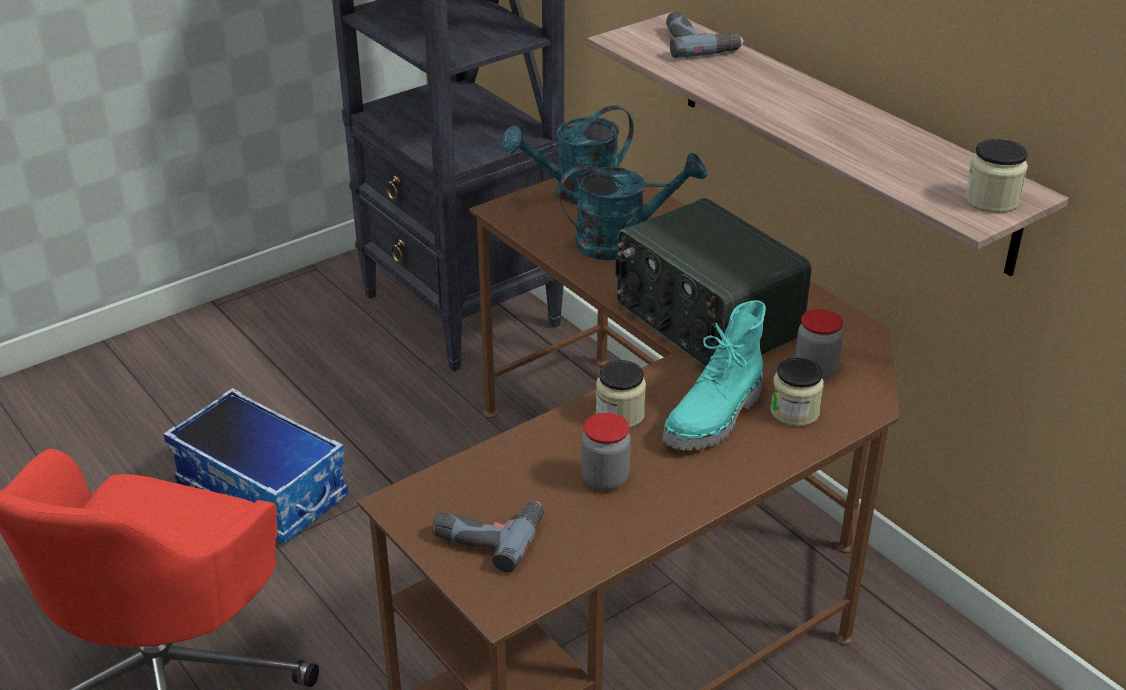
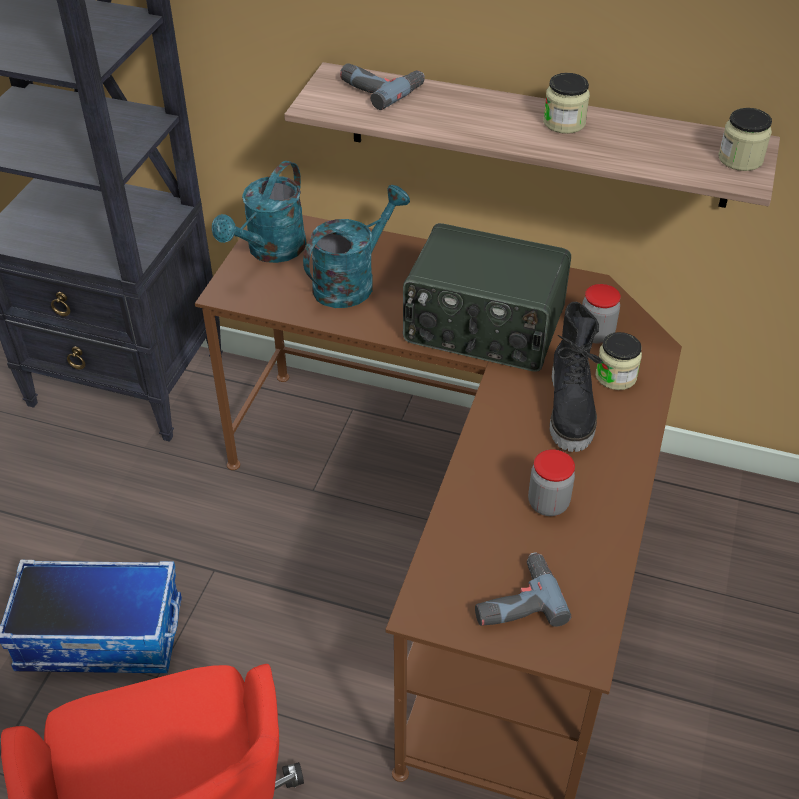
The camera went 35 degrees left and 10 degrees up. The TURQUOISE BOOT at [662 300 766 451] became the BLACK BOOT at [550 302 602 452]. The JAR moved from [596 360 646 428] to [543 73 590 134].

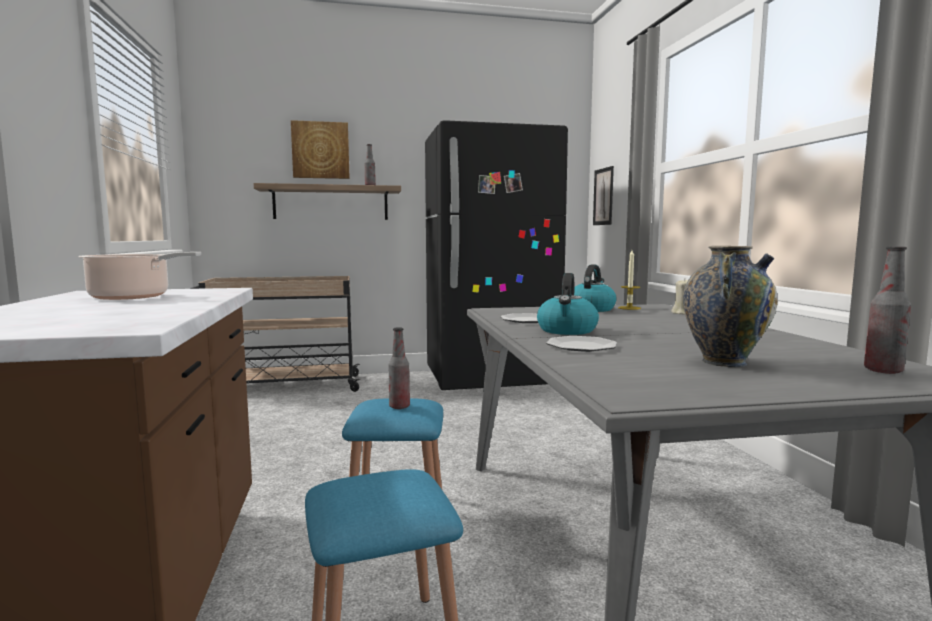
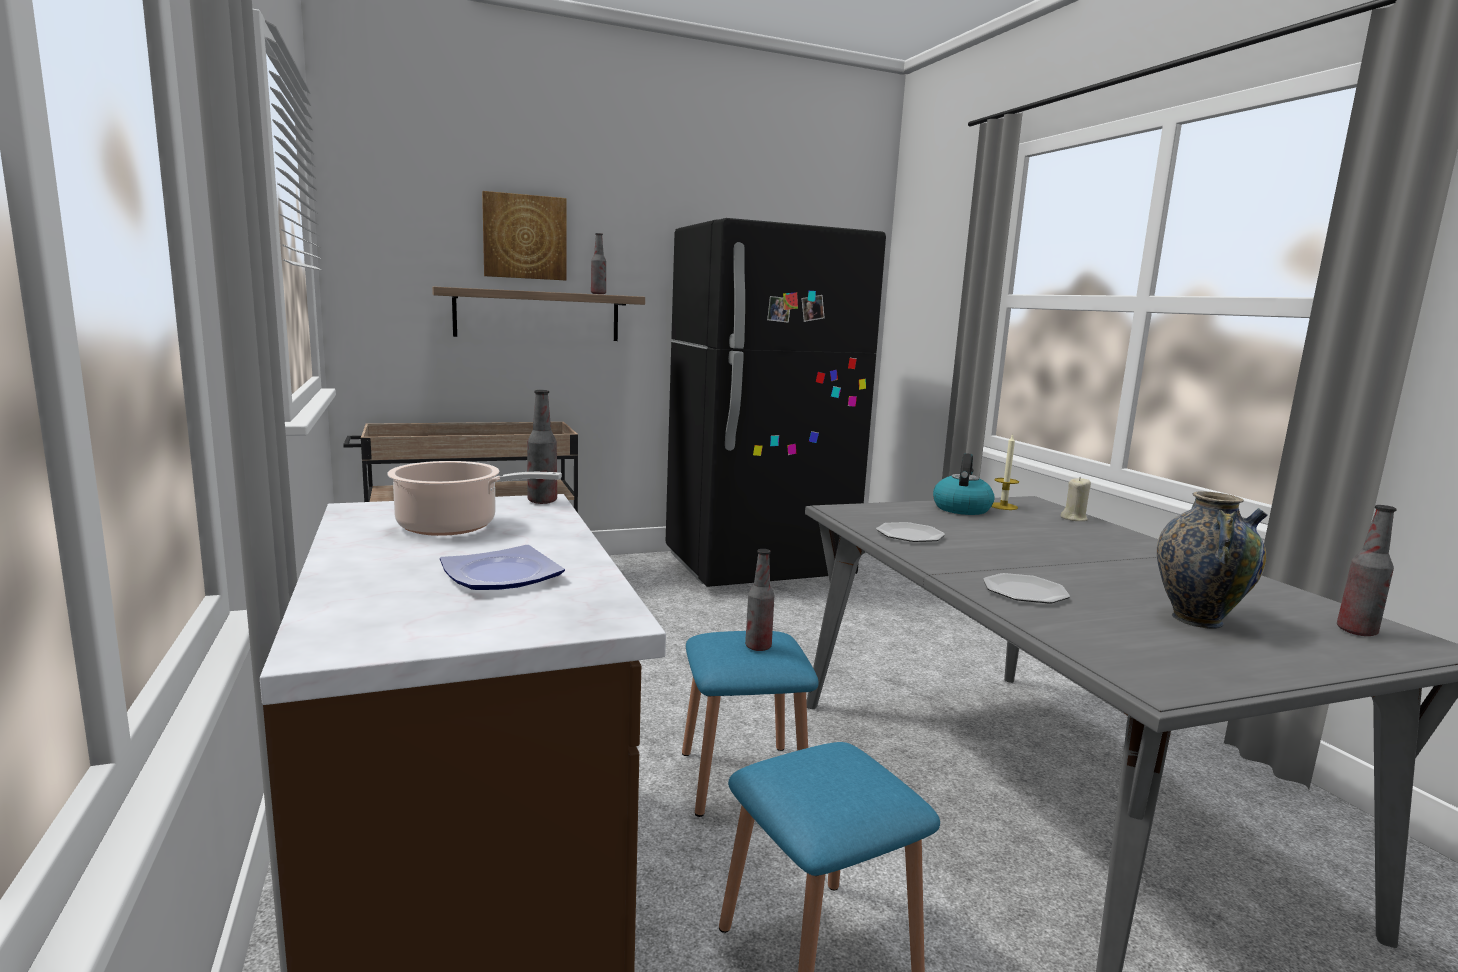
The camera went 10 degrees left and 5 degrees up. The PICTURE at [593 166 614 225] disappeared. The KETTLE at [537 273 599 335] disappeared. The BOTTLE at [527 390 557 504] appeared. The PLATE at [440 545 565 590] appeared.

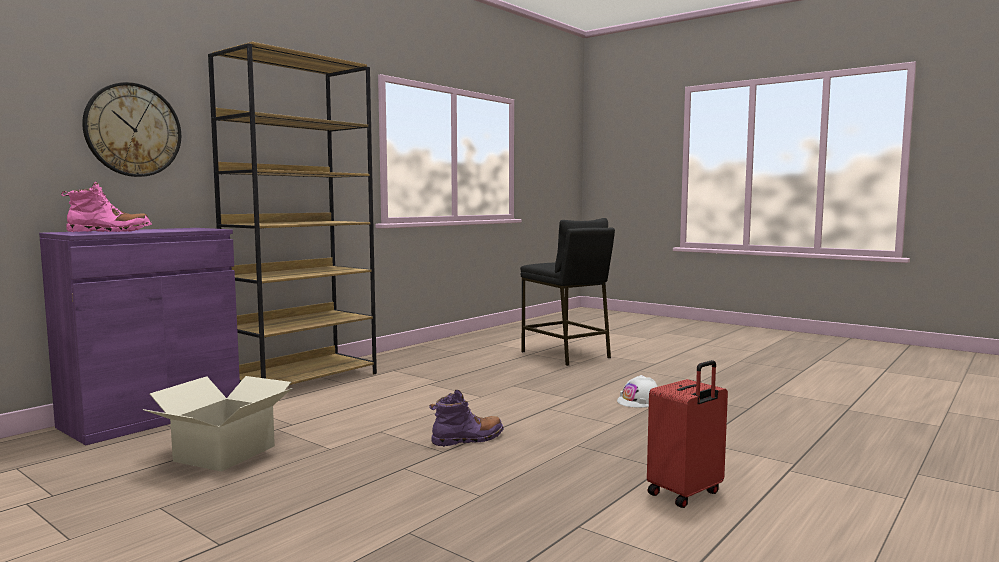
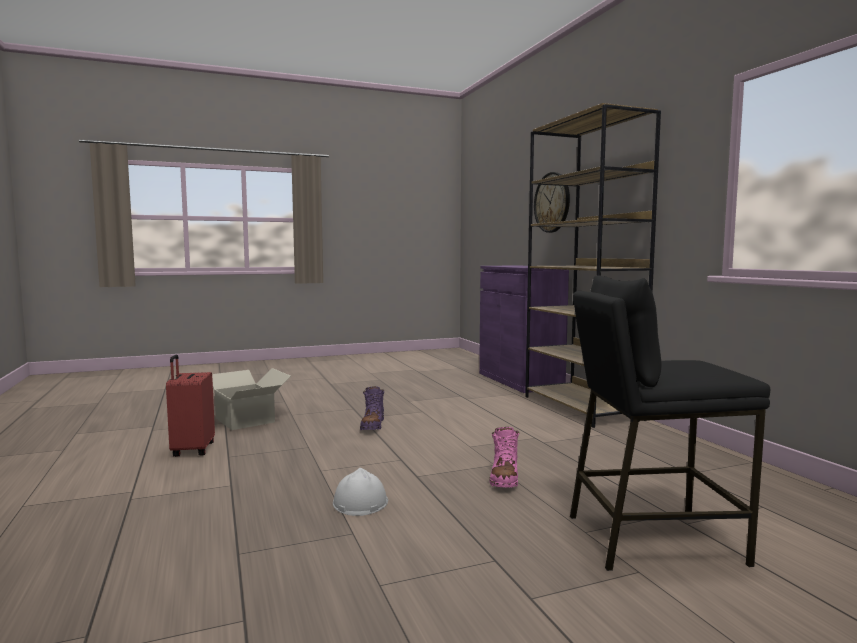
The camera went 120 degrees right and 0 degrees up. The PINK BOOT moved from [61 181 152 232] to [489 427 519 487]. The CARDBOARD BOX moved from [143 376 292 472] to [212 368 291 430].

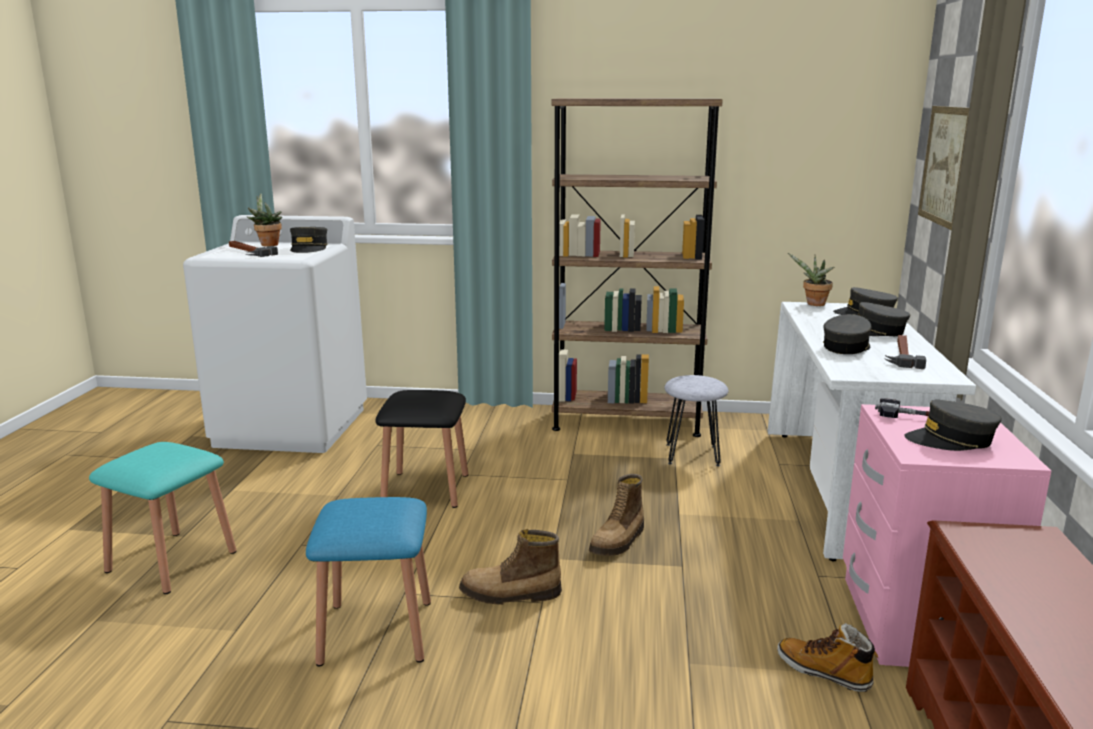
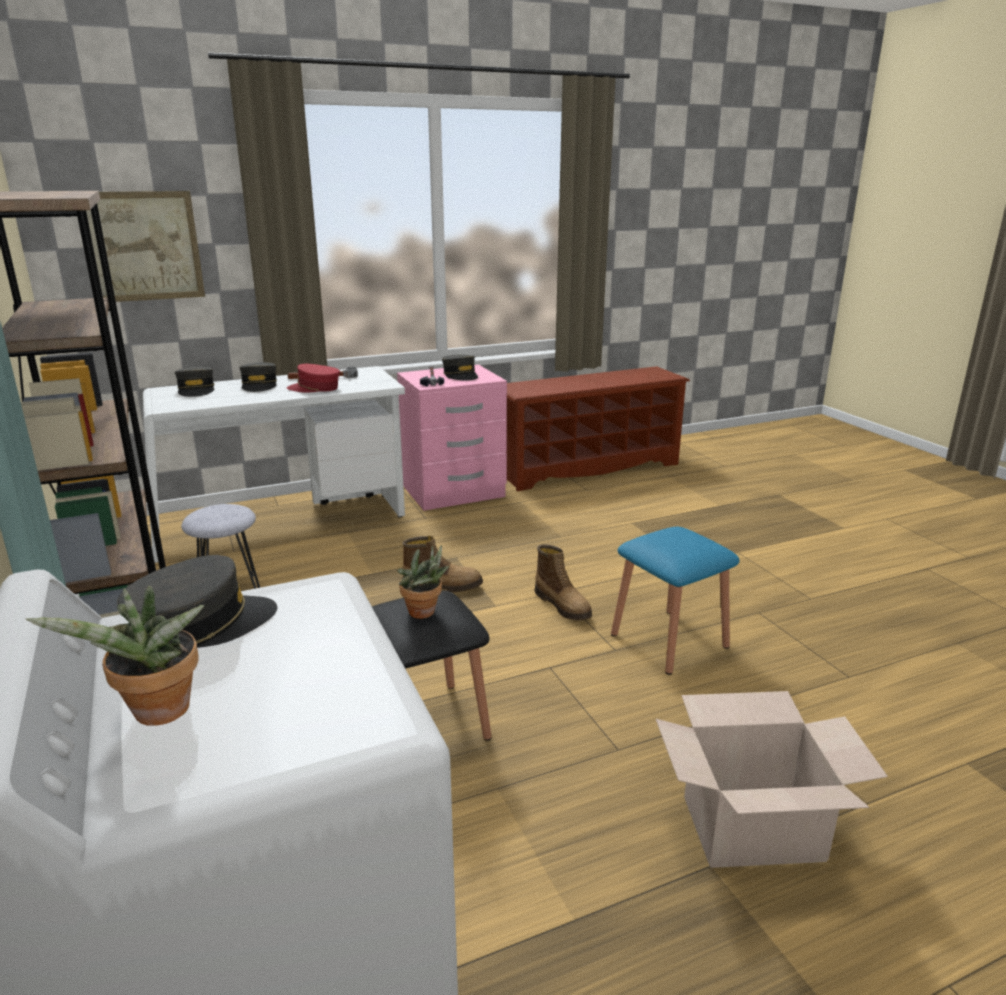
The camera went 120 degrees left and 5 degrees up. The HAMMER at [229 241 278 257] disappeared. The POTTED PLANT moved from [788 253 835 306] to [397 545 449 619]. The GREY CAP at [823 314 871 354] became the RED CAP at [287 364 340 393]. The TURQUOISE STOOL at [89 442 237 594] was replaced by the CARDBOARD BOX at [656 691 888 868]. The BOOT at [777 623 879 692] disappeared.

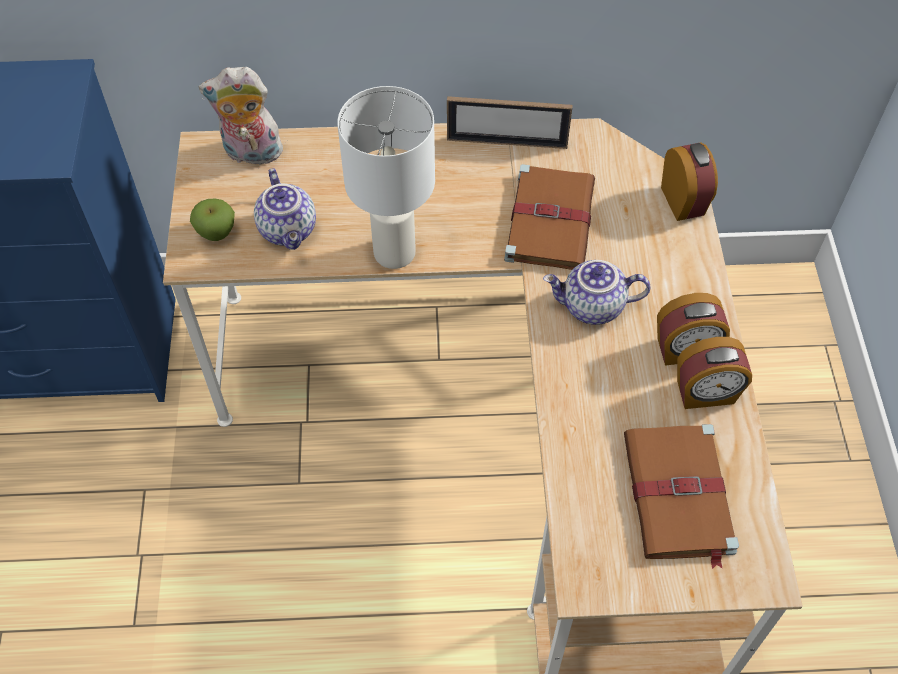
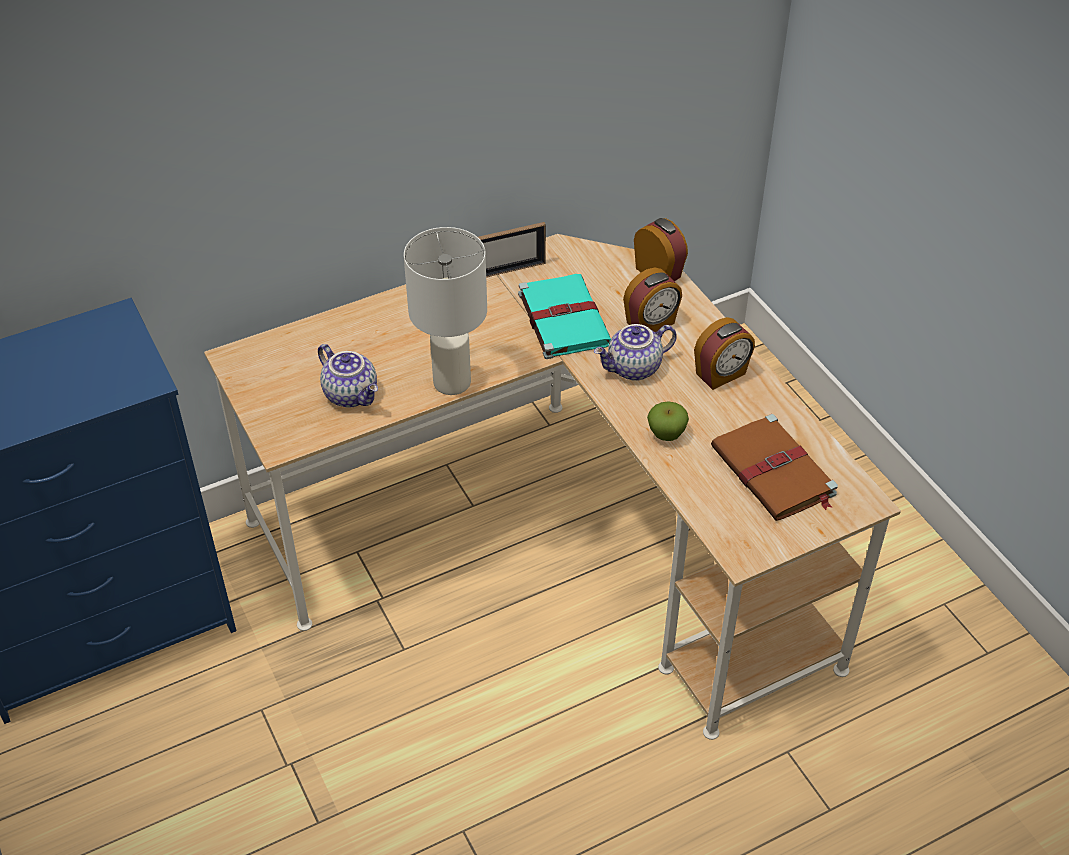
The camera went 25 degrees left and 10 degrees down. The PLUSH TOY at [199 67 285 165] disappeared. The BROWN BOOK at [504 164 595 270] became the TURQUOISE BOOK at [518 274 611 359]. The APPLE moved from [190 199 235 241] to [647 401 689 441]. The ALARM CLOCK moved from [677 337 752 409] to [623 267 682 332].

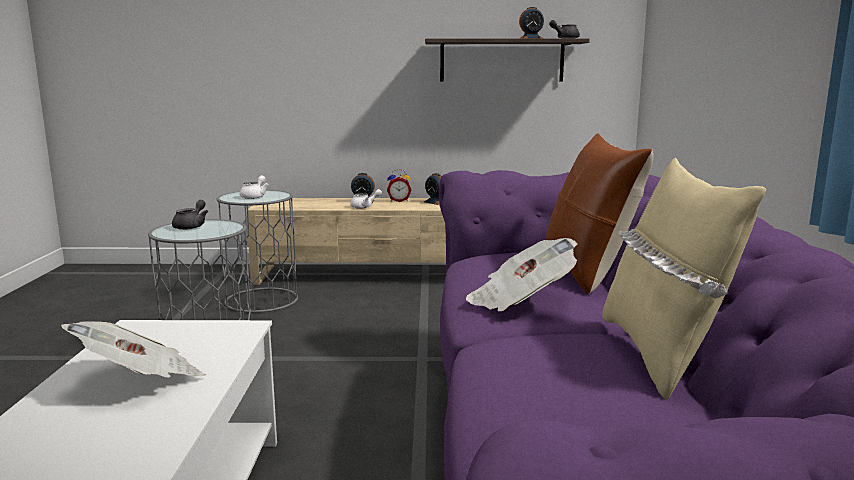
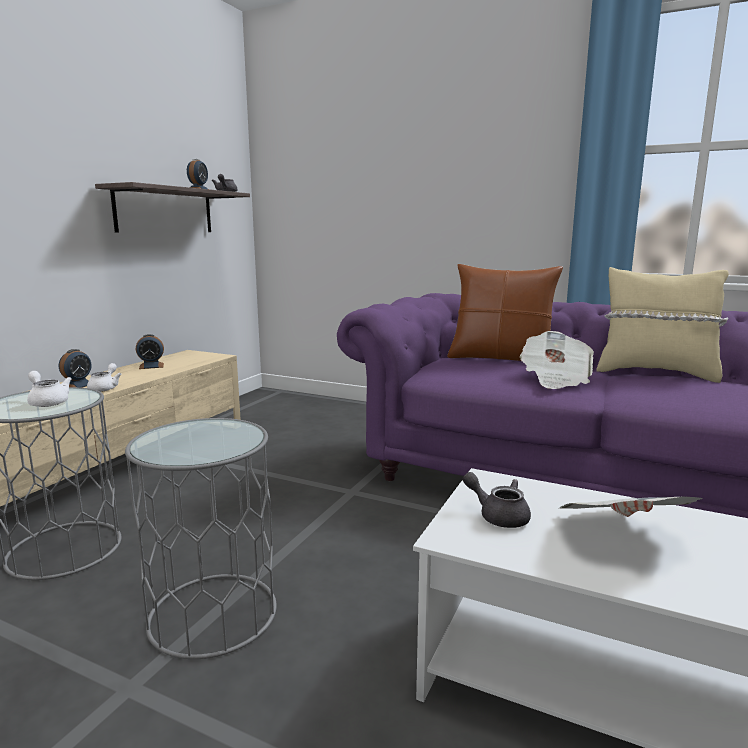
The camera went 65 degrees left and 0 degrees up. The ALARM CLOCK at [387 169 411 202] disappeared. The GREY TEAPOT moved from [172 200 208 230] to [463 472 531 528].

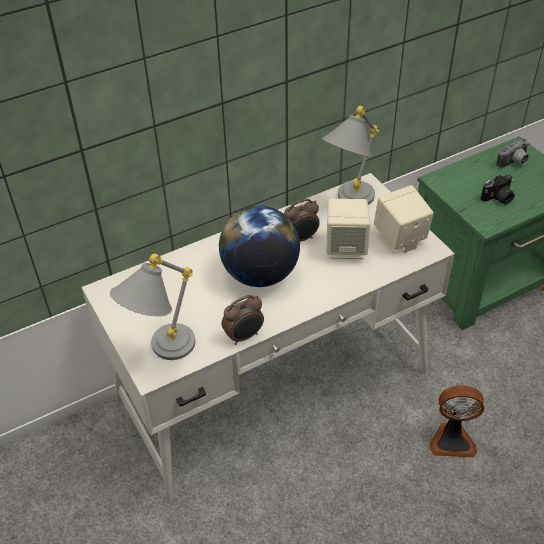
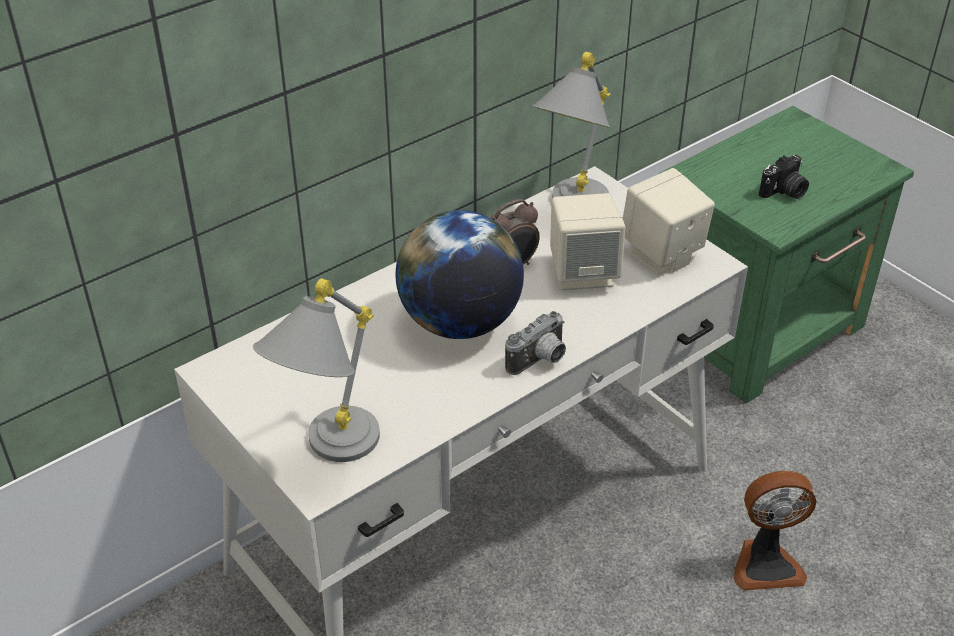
The camera went 10 degrees left and 5 degrees down. The PHOTO CAMERA moved from [496 138 529 169] to [505 311 566 375]. The ALARM CLOCK at [222 295 264 345] disappeared.

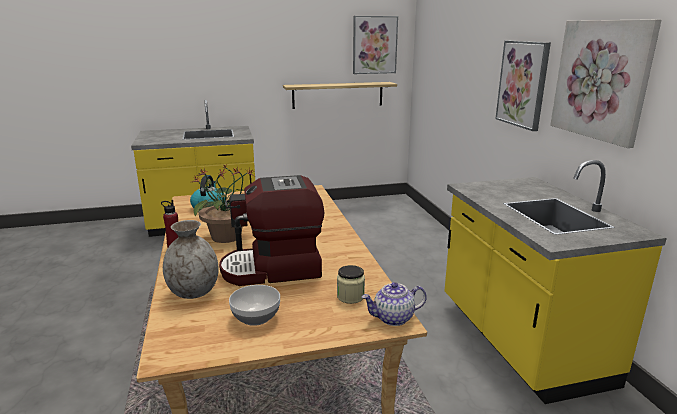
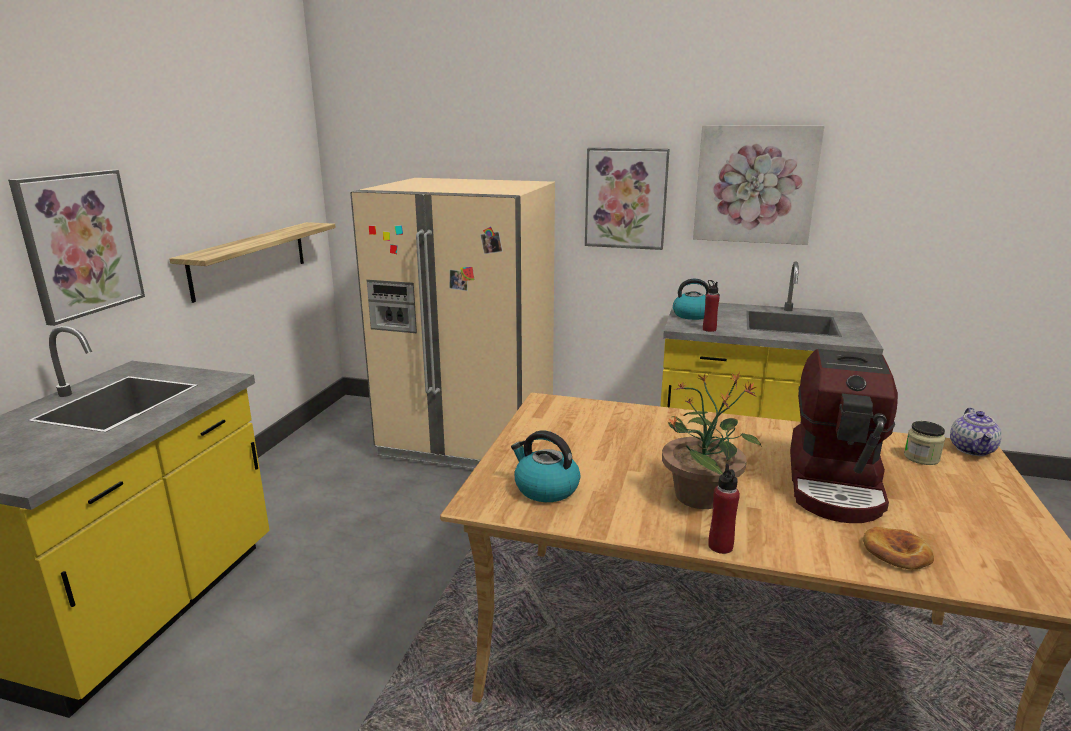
The camera went 60 degrees left and 0 degrees up. The PICTURE moved from [353 16 398 74] to [8 170 145 326]. The GREY VASE at [163 220 219 299] was replaced by the BREAD at [863 526 934 570]. The BOWL at [229 285 280 326] disappeared. The BEIGE FRIDGE at [350 178 555 469] appeared. The KETTLE at [673 279 720 320] appeared. The RED BOTTLE at [703 280 720 332] appeared.

